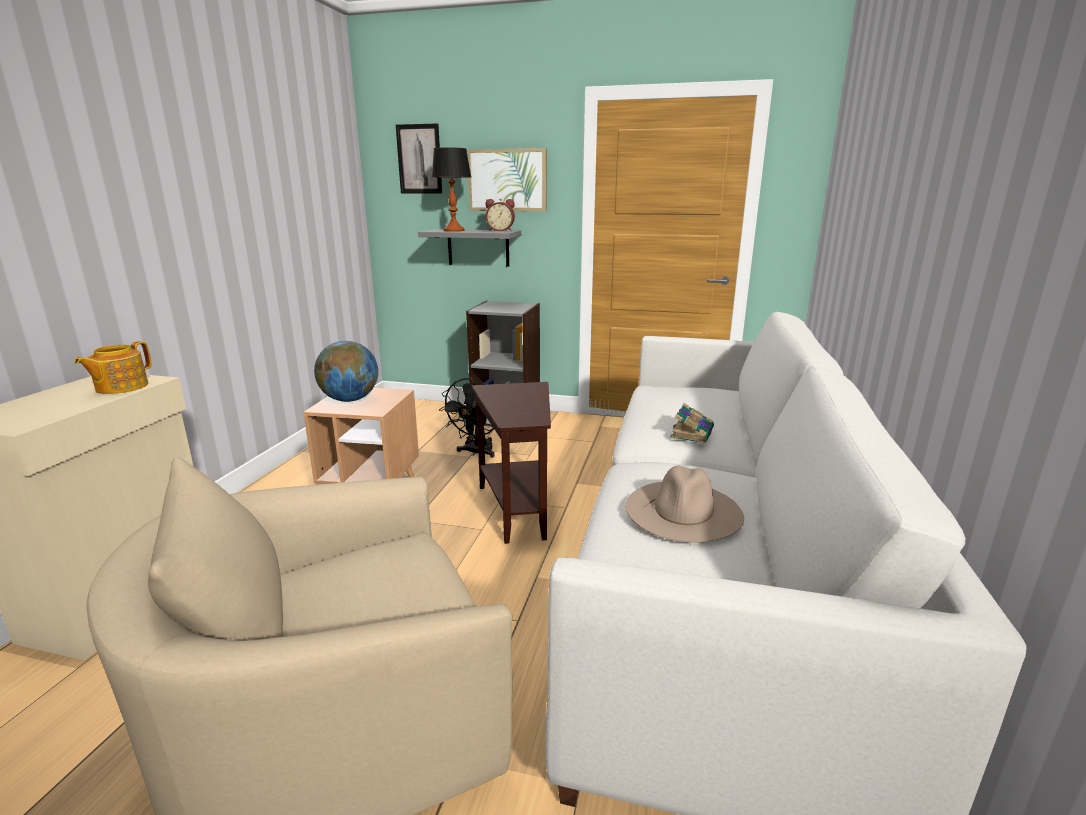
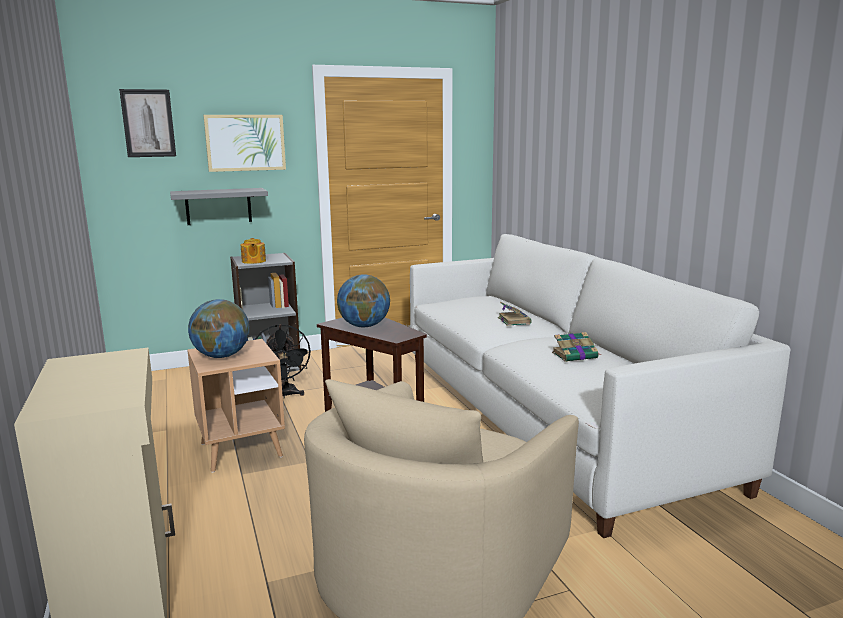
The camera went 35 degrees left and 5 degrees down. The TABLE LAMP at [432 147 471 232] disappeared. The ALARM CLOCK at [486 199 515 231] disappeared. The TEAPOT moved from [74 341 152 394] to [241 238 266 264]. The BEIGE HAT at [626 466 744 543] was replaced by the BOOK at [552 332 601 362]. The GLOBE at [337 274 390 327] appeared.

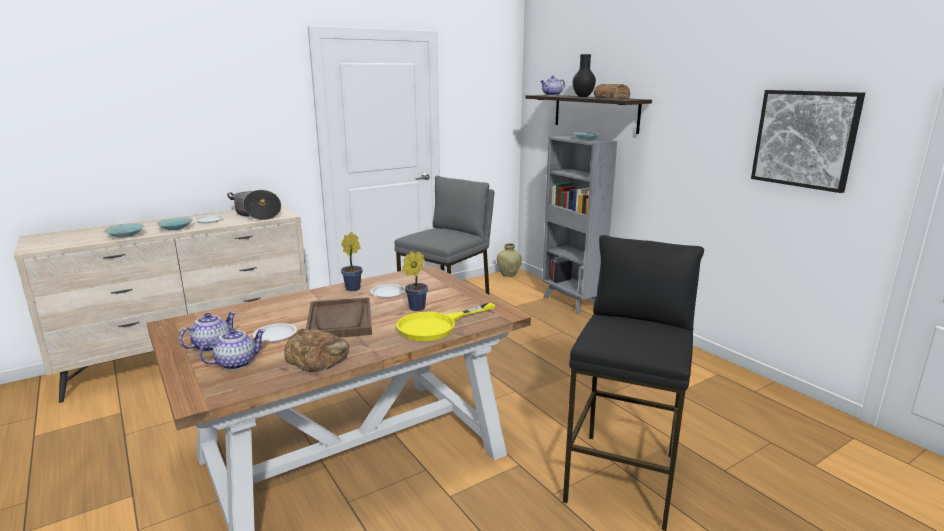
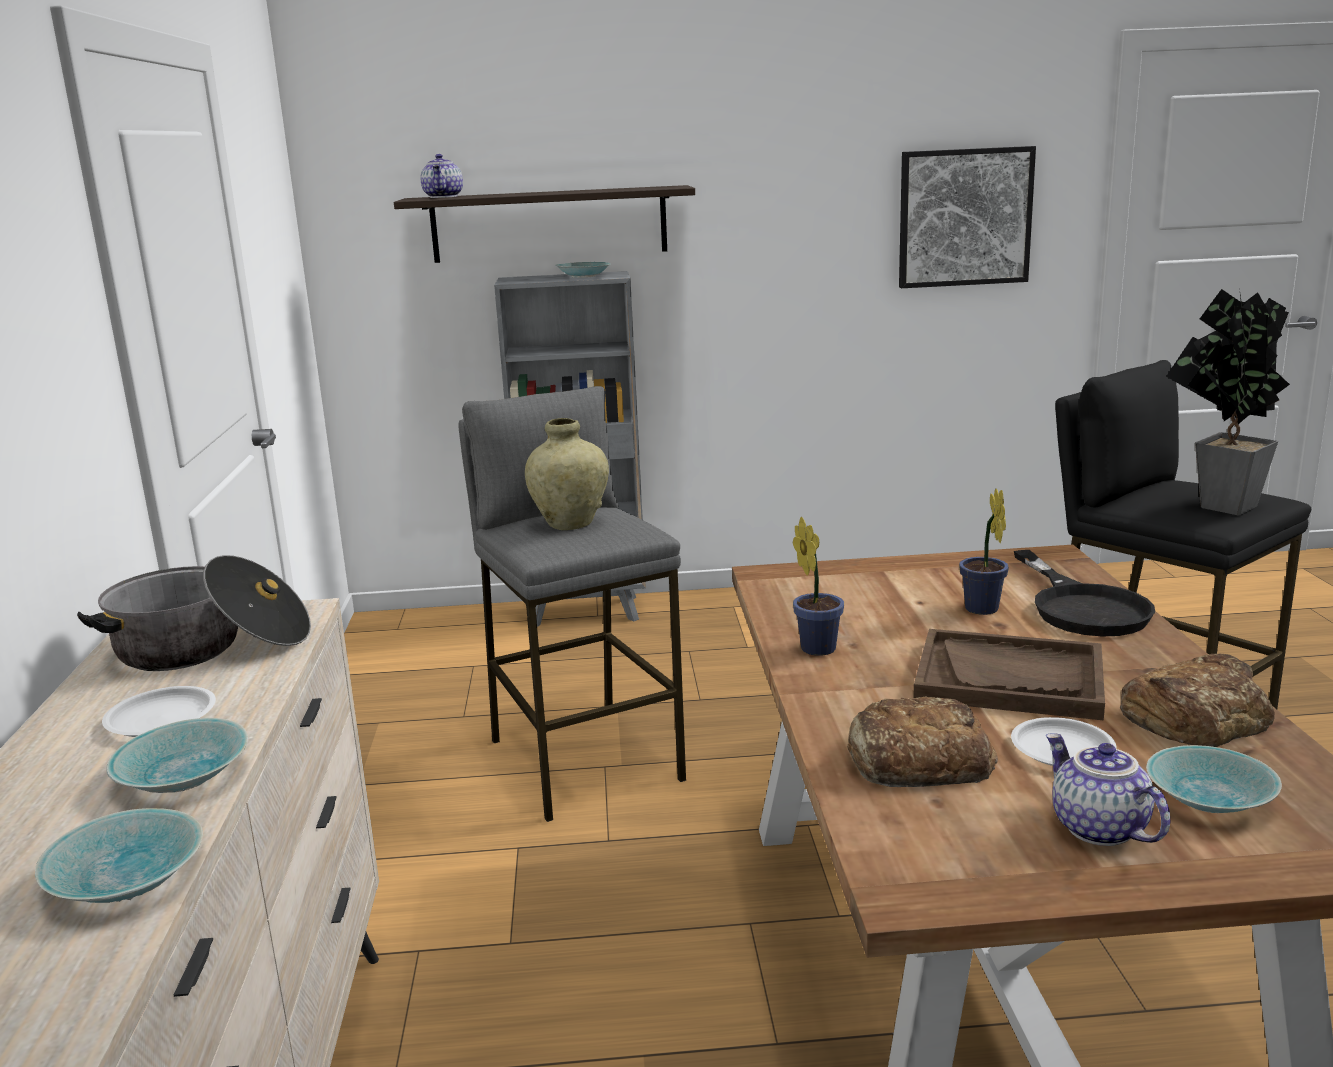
The camera went 60 degrees left and 0 degrees up. The BLACK VASE at [572 54 596 97] disappeared. The BREAD moved from [594 84 630 99] to [847 697 998 787]. The BEIGE VASE moved from [497 243 522 277] to [525 418 609 530]. The WHITE PLATE at [370 284 405 298] disappeared. The YELLOW FRYING PAN at [396 302 495 341] became the BLACK FRYING PAN at [1014 550 1155 637]. The TEAPOT at [199 329 266 370] was replaced by the TURQUOISE BOWL at [1146 745 1282 813]. The POTTED PLANT at [1166 288 1290 515] appeared.

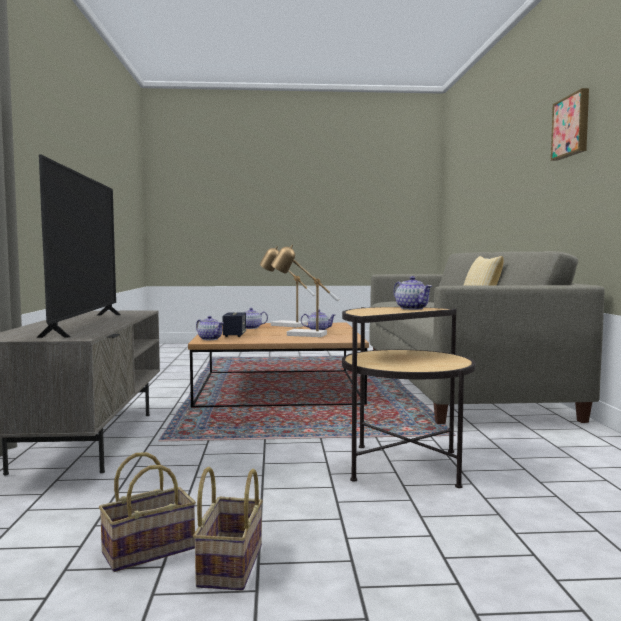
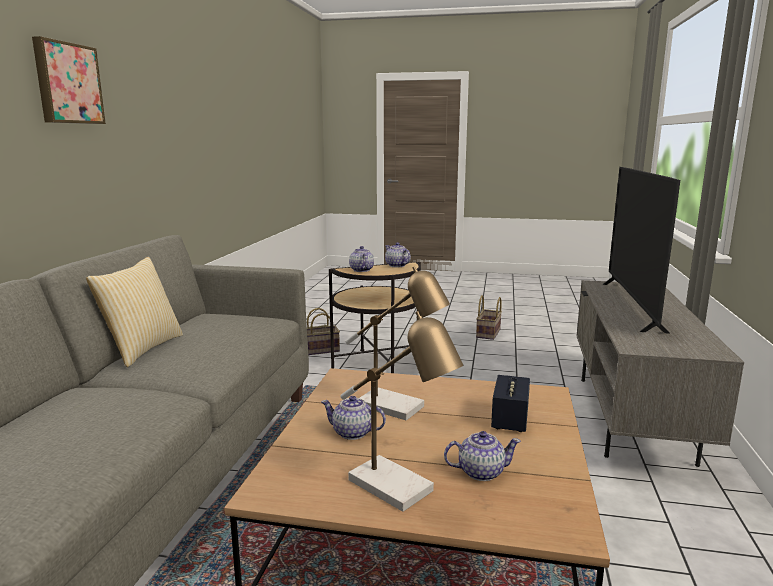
The camera went 165 degrees left and 10 degrees up. The TEAPOT moved from [196 316 224 340] to [385 242 411 267]. The BASKET moved from [99 452 196 572] to [307 308 340 355].

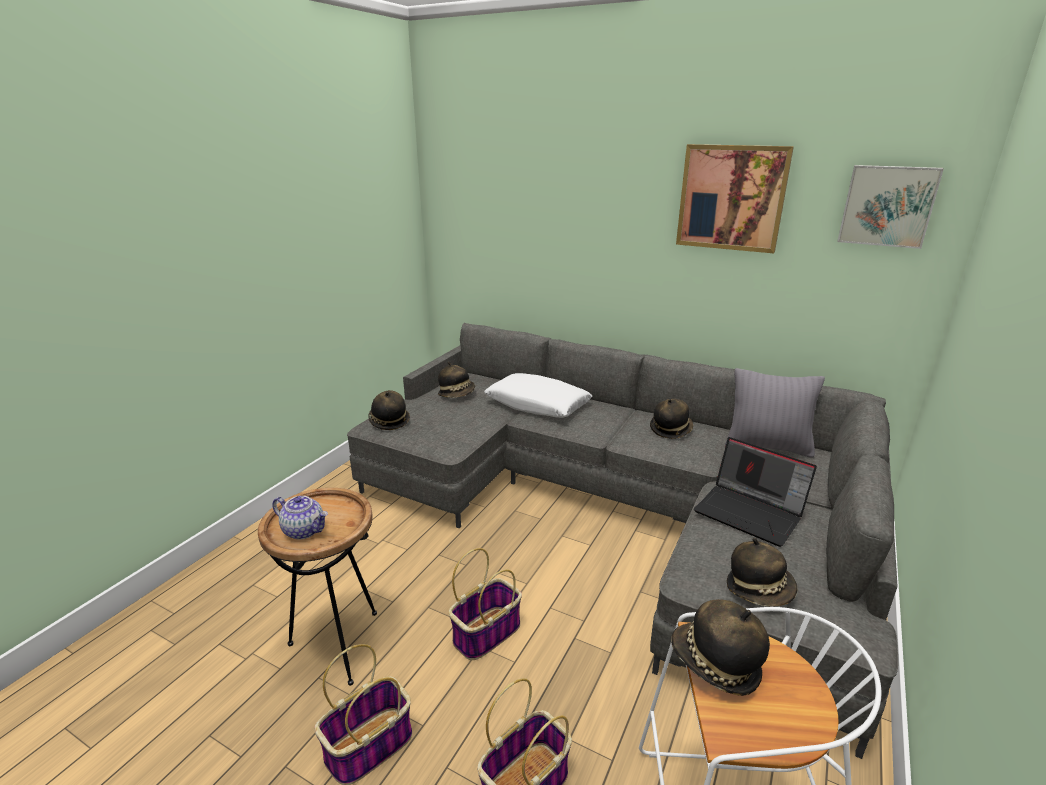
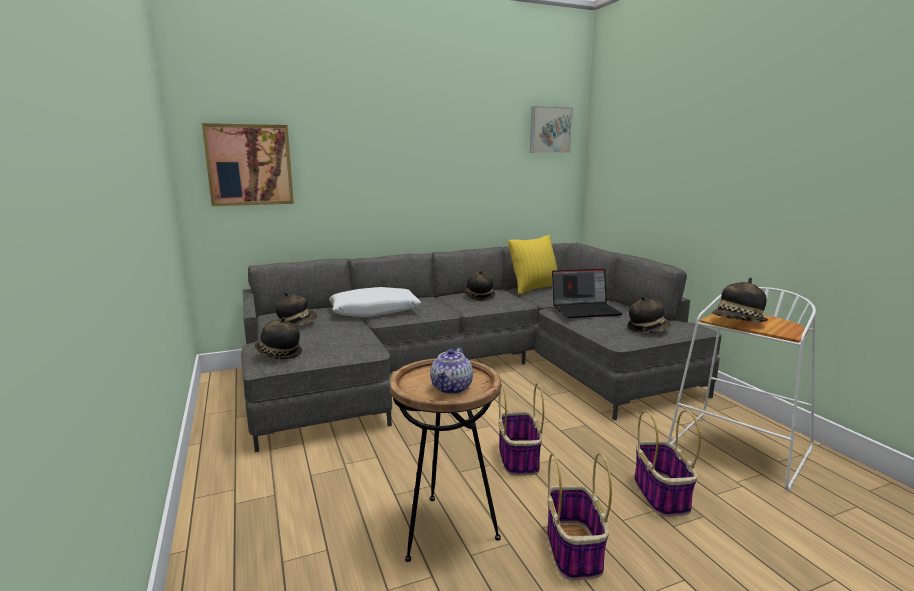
The camera went 50 degrees left and 10 degrees down. The PICTURE moved from [676 144 794 253] to [202 123 294 206]. The GREY PILLOW at [725 368 825 457] became the YELLOW PILLOW at [508 235 557 294]. The TEAPOT at [272 496 328 539] turned 135 degrees clockwise.

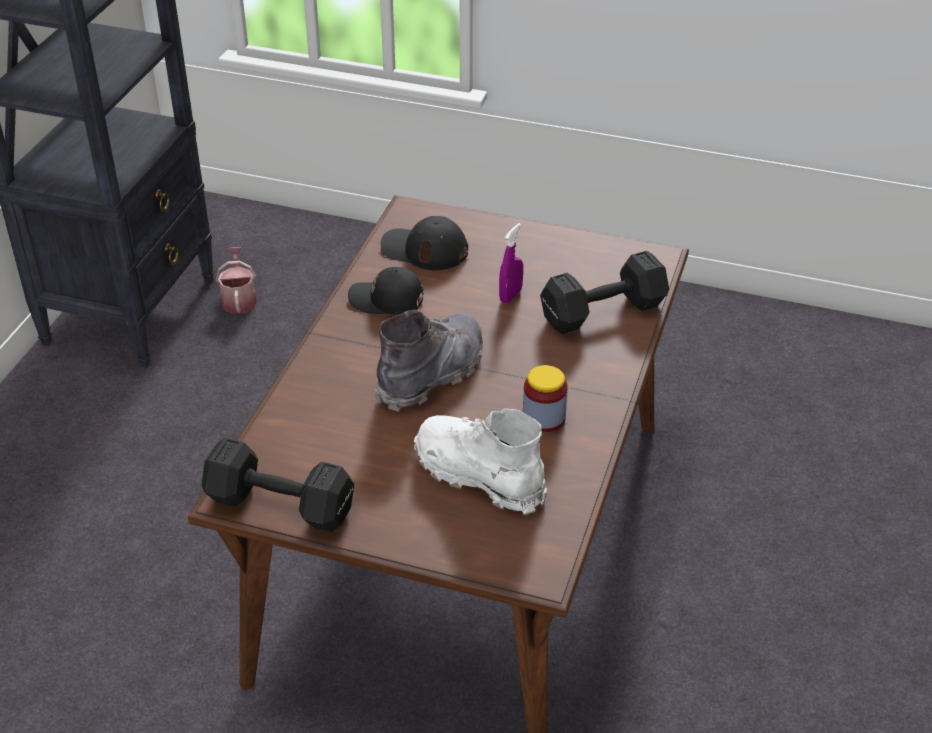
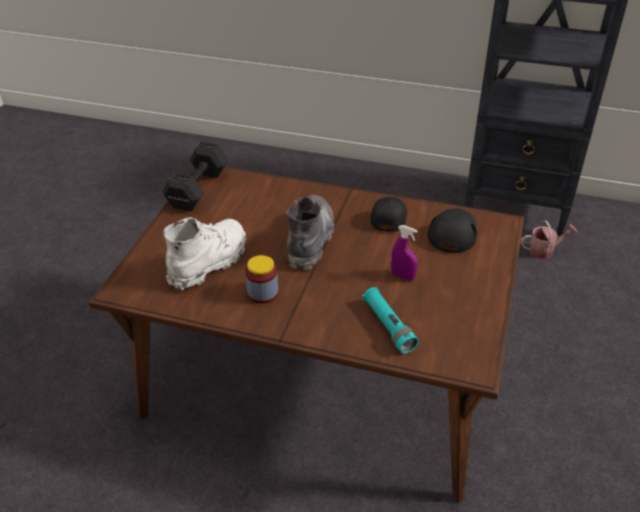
The camera went 90 degrees right and 0 degrees up. The BLACK DUMBBELL at [540 251 669 334] was replaced by the TURQUOISE FLASHLIGHT at [362 287 419 353]. The GREY BOOT at [375 310 483 412] turned 120 degrees counterclockwise.

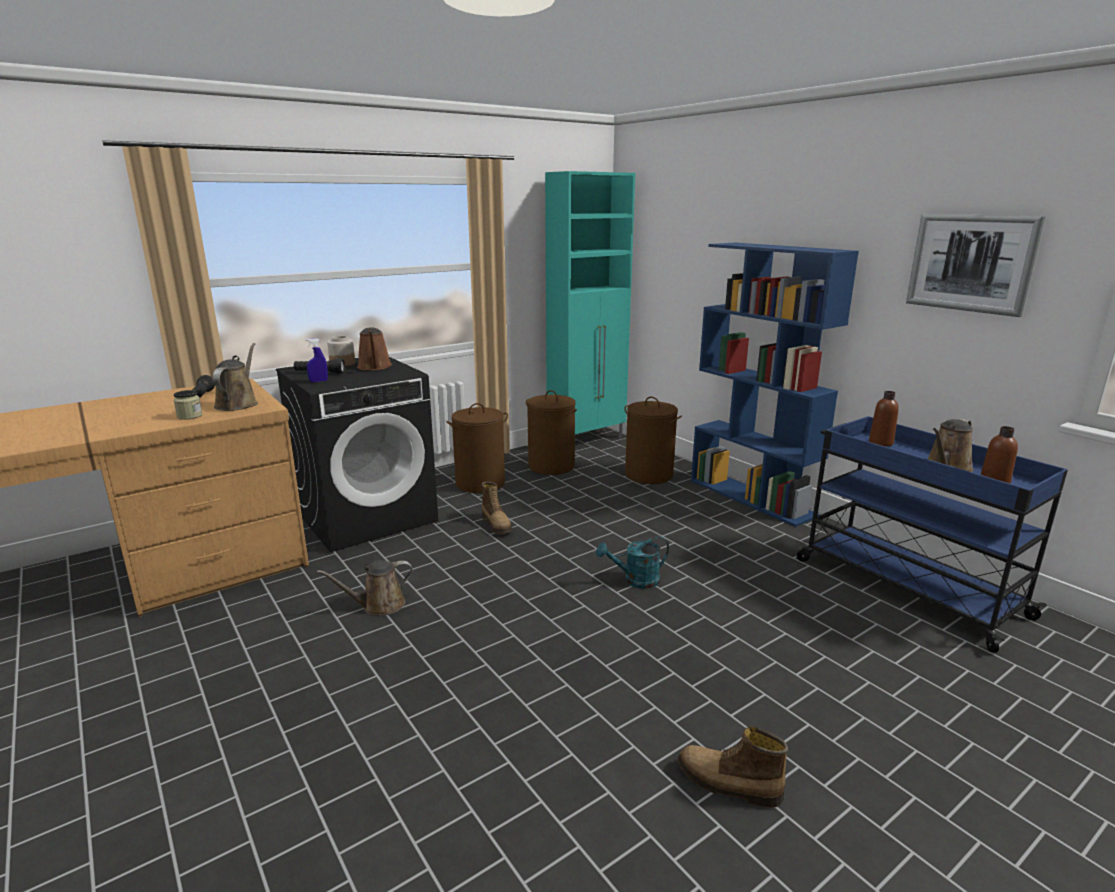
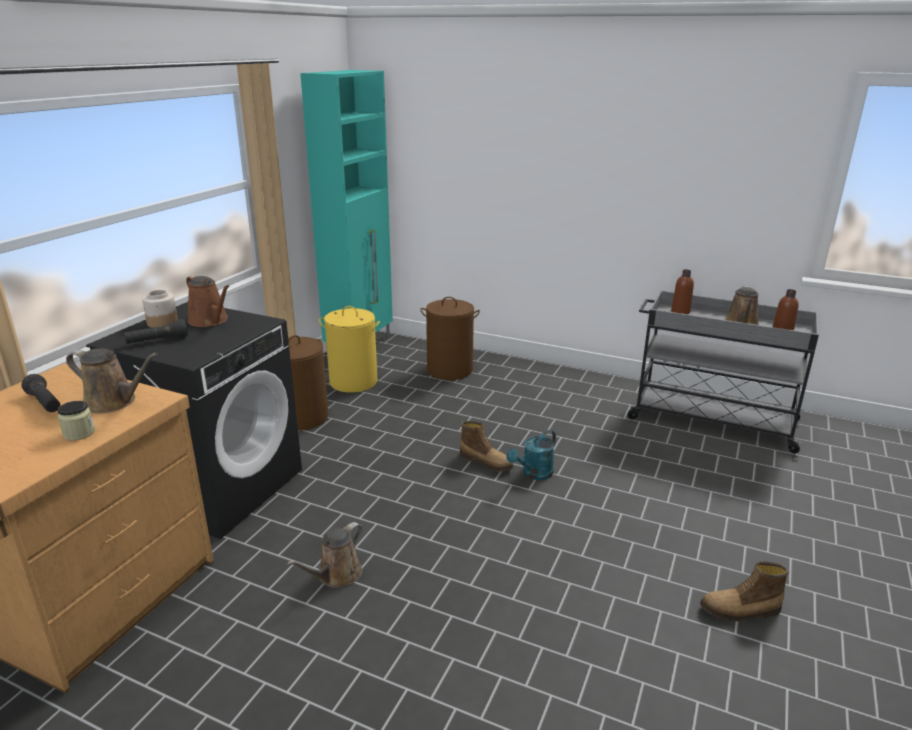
The camera went 30 degrees left and 5 degrees up. The PICTURE at [906 214 1045 317] disappeared. The BLUE BOOKCASE at [691 243 859 527] disappeared. The BLUE SPRAY BOTTLE at [306 338 328 382] disappeared. The BROWN WATERING CAN at [213 343 258 411] turned 135 degrees clockwise. The BROWN LAUNDRY BASKET at [526 390 577 475] became the YELLOW LAUNDRY BASKET at [319 306 380 393]. The BLUE CART at [797 416 1068 653] became the GREY CART at [627 291 819 454]. The BOOT moved from [482 482 512 534] to [460 421 513 472].

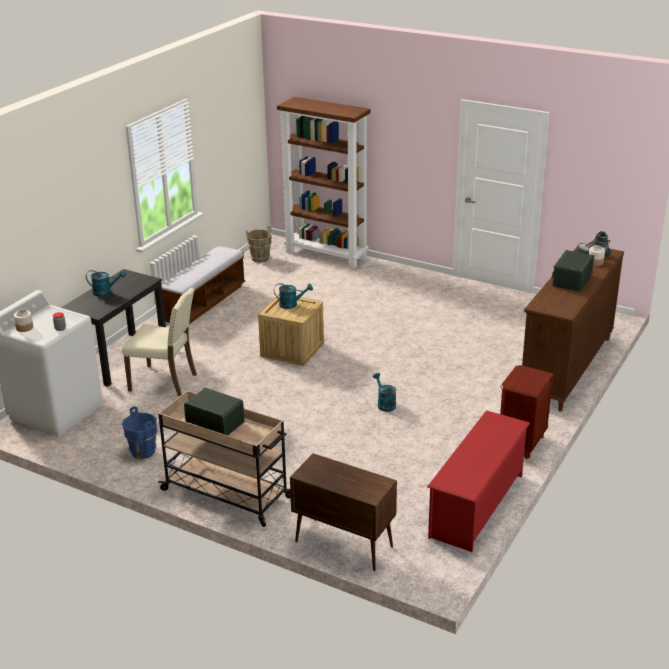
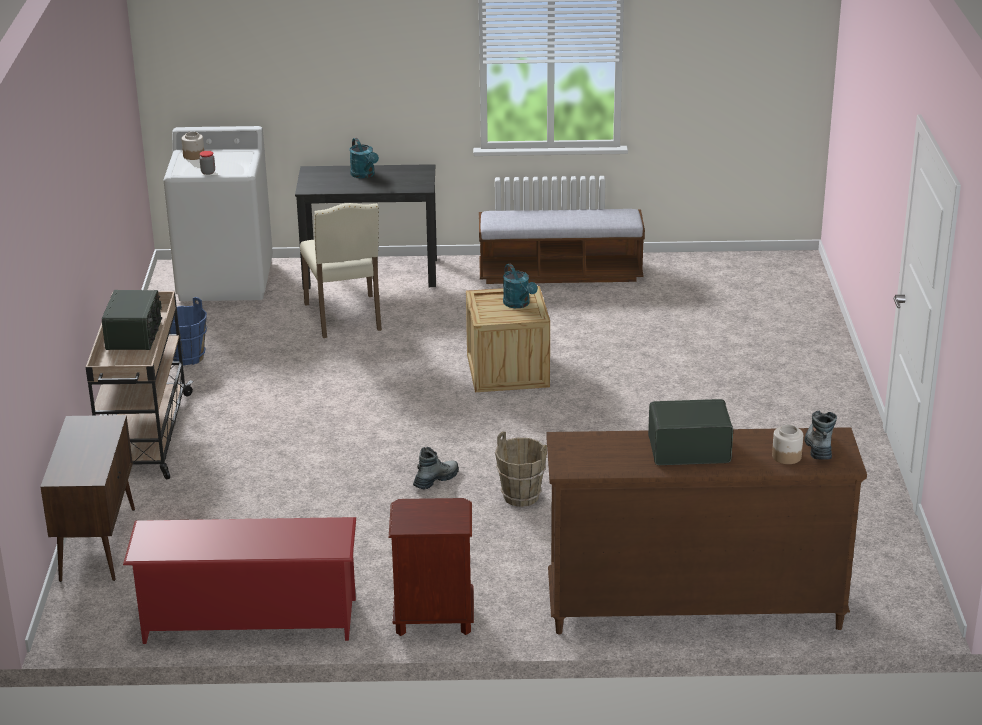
The camera went 60 degrees right and 0 degrees up. The BROWN BOOKCASE at [277 97 370 268] disappeared. The BROWN BUCKET moved from [246 226 272 263] to [495 431 547 507]. The TURQUOISE WATERING CAN at [373 373 396 412] was replaced by the BOOT at [413 447 459 489].

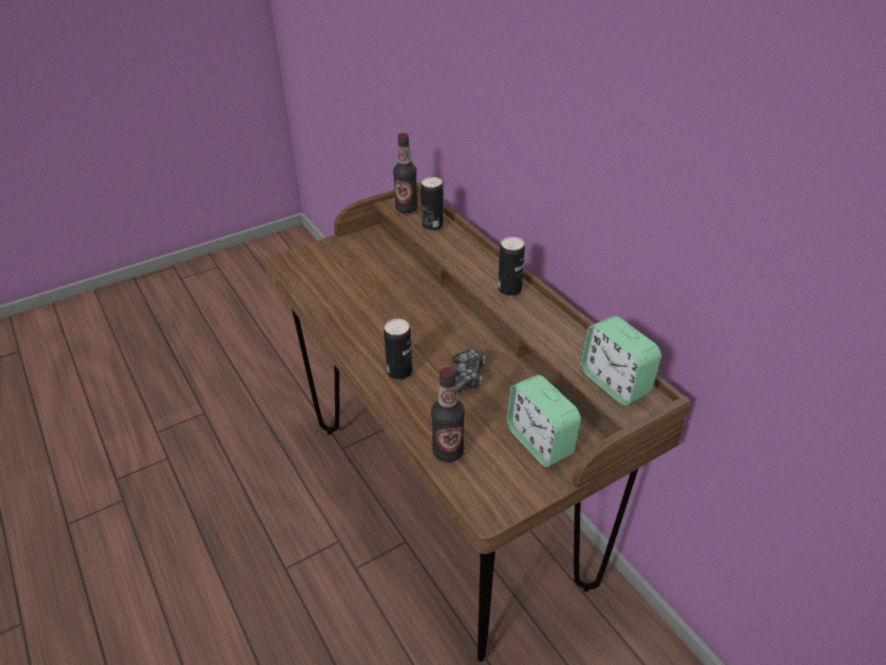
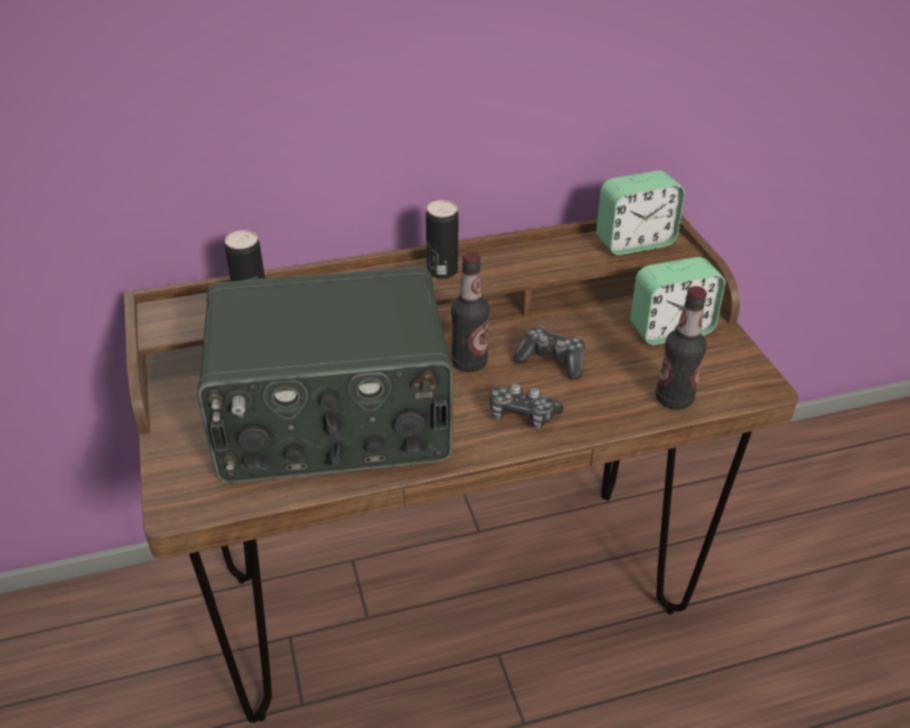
The camera went 75 degrees left and 0 degrees up. The BOTTLE moved from [393 133 418 214] to [451 252 490 372]. The CAN at [384 319 413 380] was replaced by the GAME CONTROLLER at [489 383 563 429]. The RADIO at [197 267 453 483] appeared.

